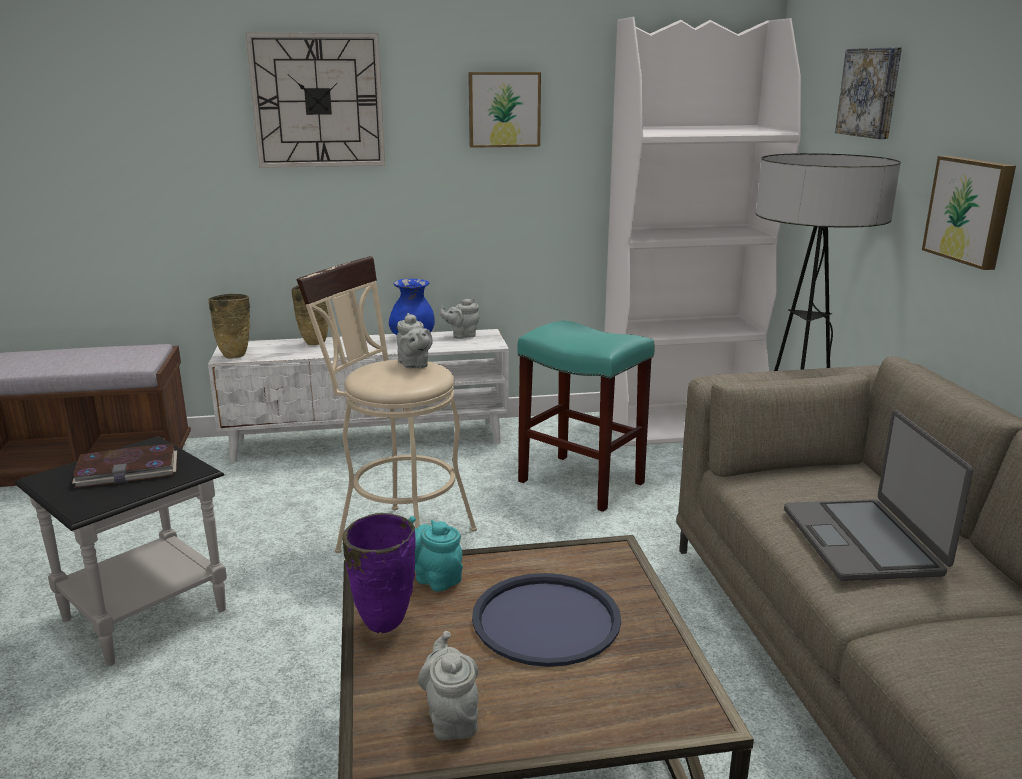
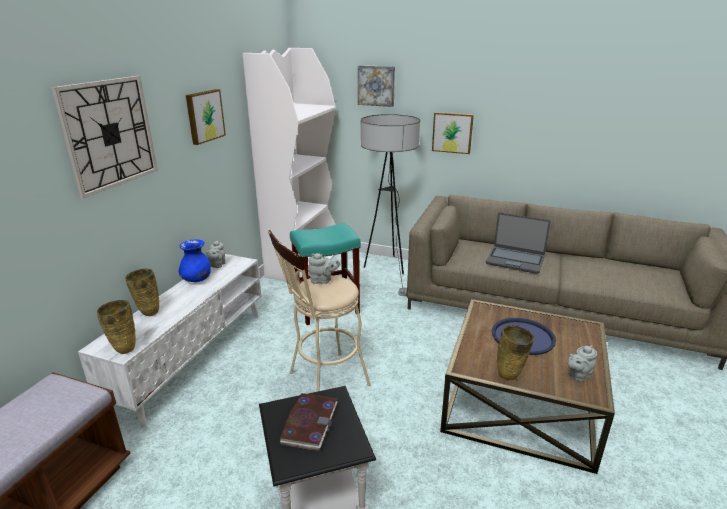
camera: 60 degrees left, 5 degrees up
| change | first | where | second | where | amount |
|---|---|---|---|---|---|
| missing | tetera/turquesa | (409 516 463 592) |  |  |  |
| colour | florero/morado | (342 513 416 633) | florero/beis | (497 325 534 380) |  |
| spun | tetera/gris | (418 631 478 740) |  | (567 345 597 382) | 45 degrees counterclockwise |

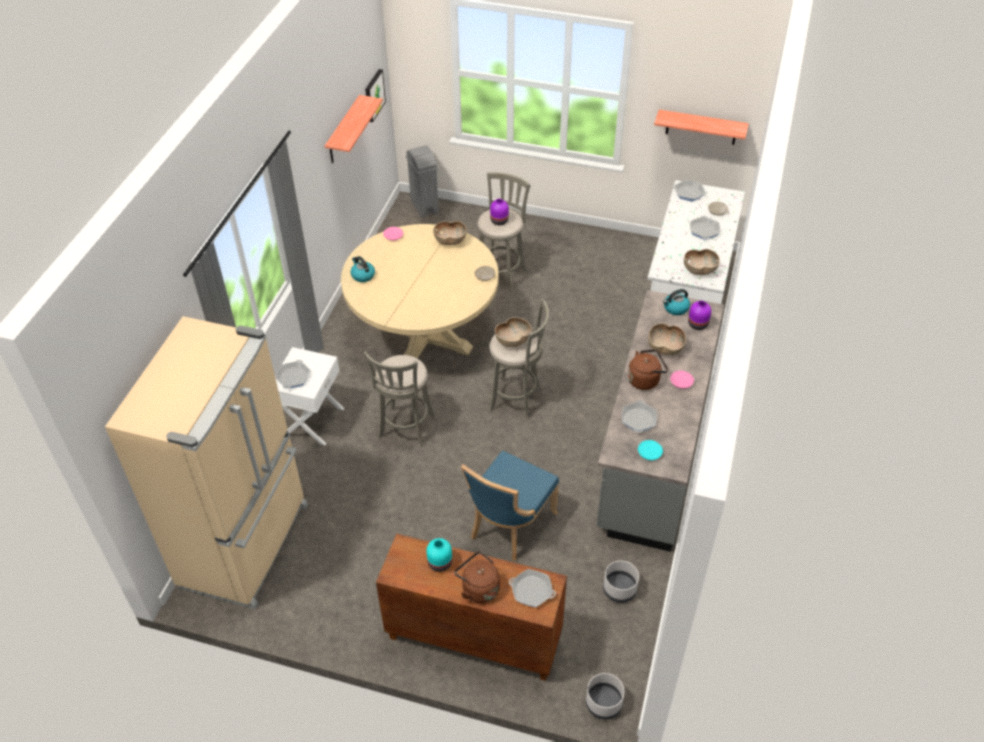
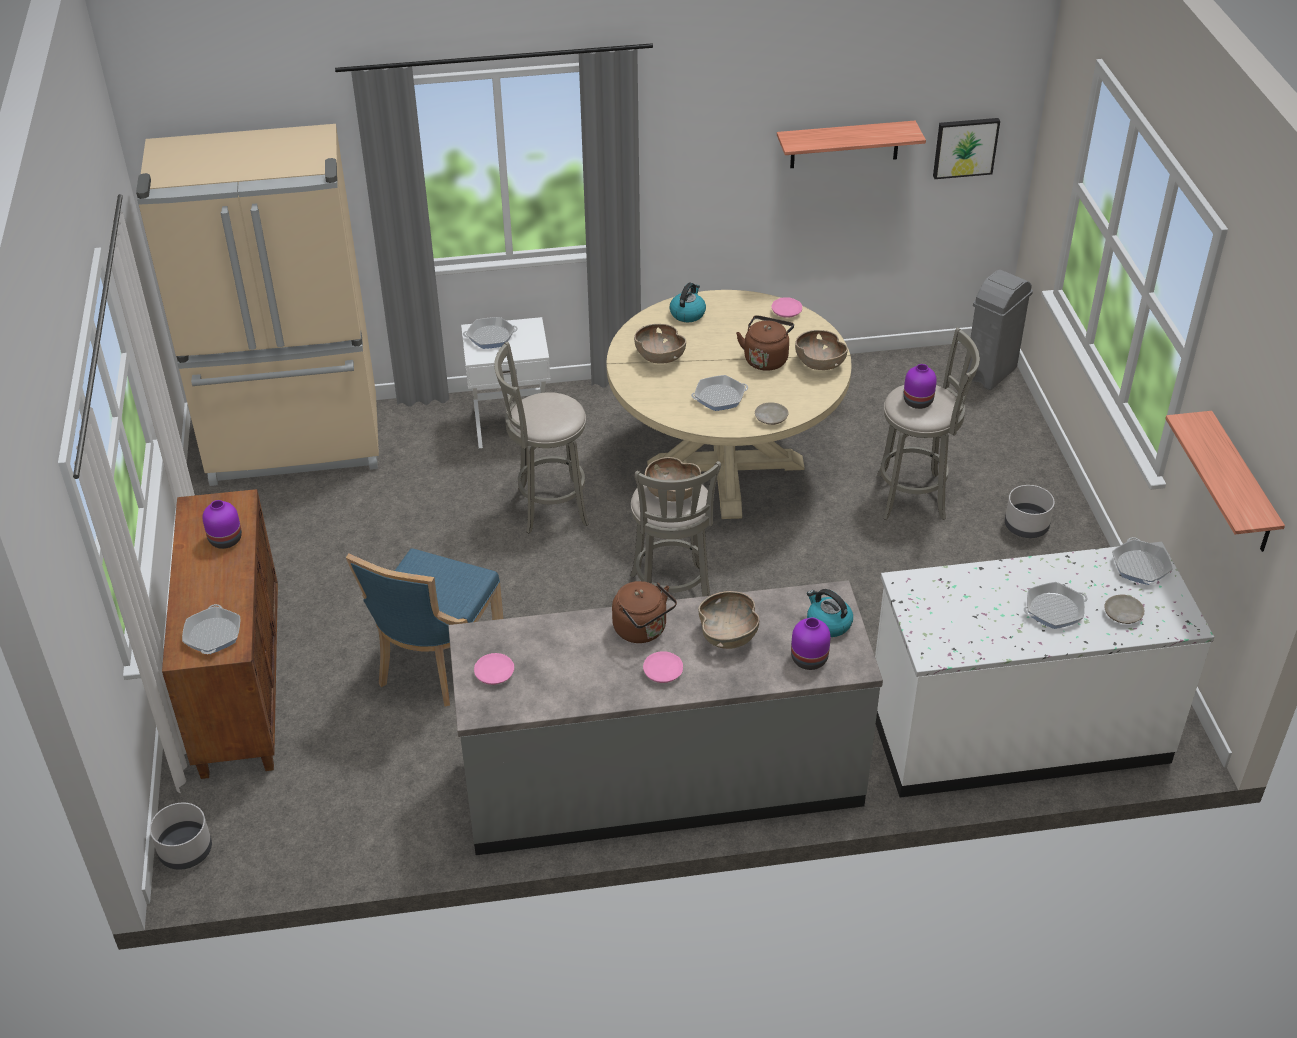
camera: 65 degrees right, 5 degrees down
| change | first | where | second | where | amount |
|---|---|---|---|---|---|
| relocated | hervidor/marrón | (455 551 500 603) |  | (736 315 794 371) |  |
| relocated | maceta/gris | (603 561 639 603) |  | (1005 485 1055 538) |  |
| relocated | sartén | (622 400 657 433) |  | (691 375 748 411) |  |
| relocated | cuenco/marrón | (684 249 720 275) |  | (634 324 686 363) |  |
| colour | florero/turquesa | (426 538 452 572) | florero/morado | (202 500 242 549) |  |
| colour | plato/turquesa | (638 440 663 460) | plato/rosa | (474 653 514 685) |  |
| spun | silla/azul | (461 451 559 561) |  | (346 548 503 706) | 75 degrees counterclockwise |

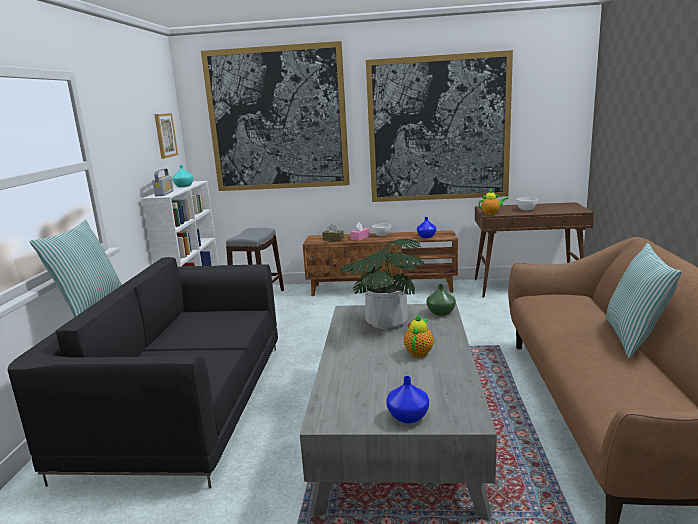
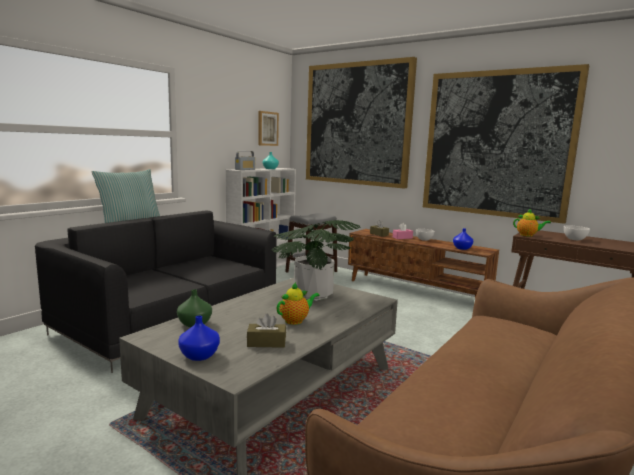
camera: 30 degrees right, 5 degrees down
| change | first | where | second | where | amount |
|---|---|---|---|---|---|
| missing | cojín | (605 243 682 359) |  |  |  |
| appeared |  |  | caja de pañuelos/marrón | (247 314 286 348) |  |
| relocated | florero/verde | (426 284 456 316) |  | (177 289 212 327) |  |

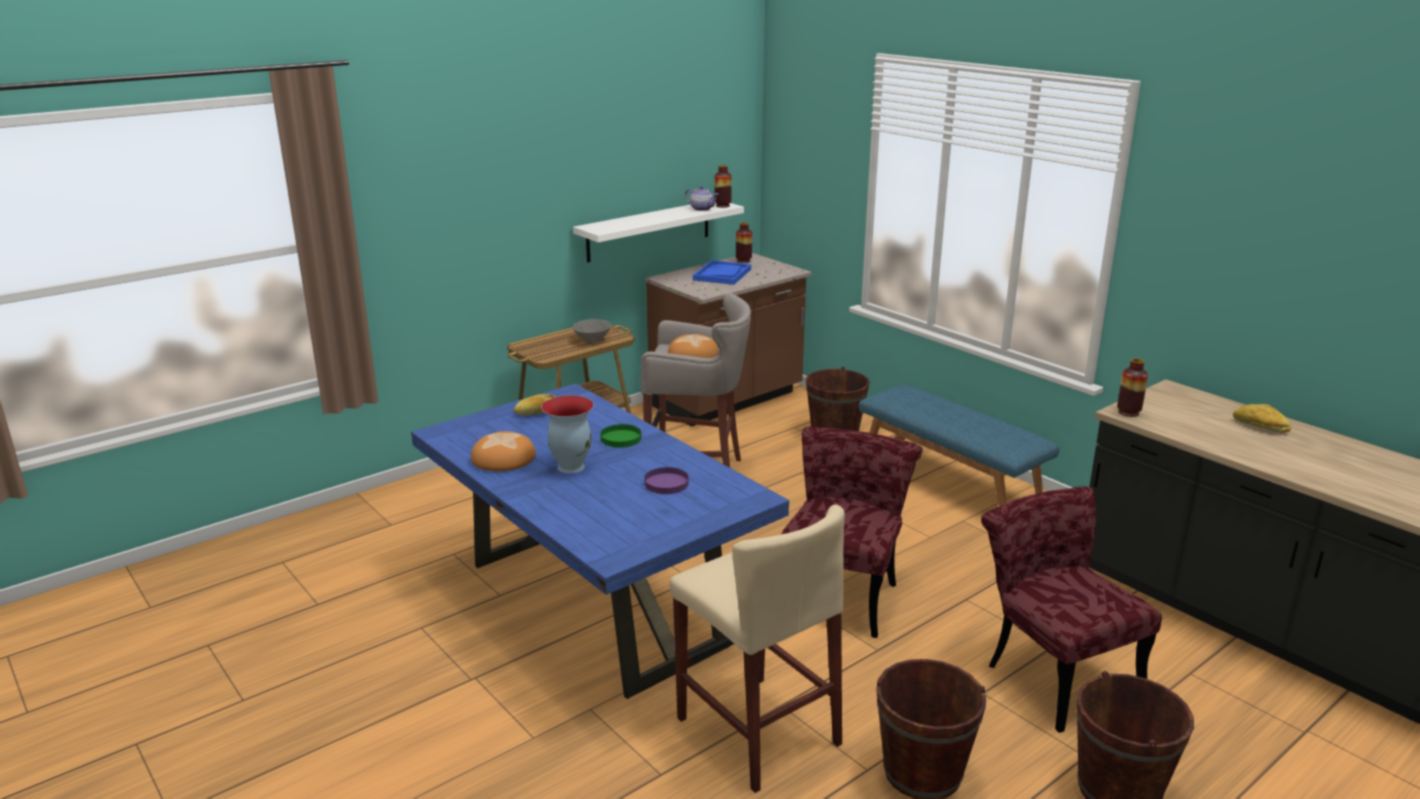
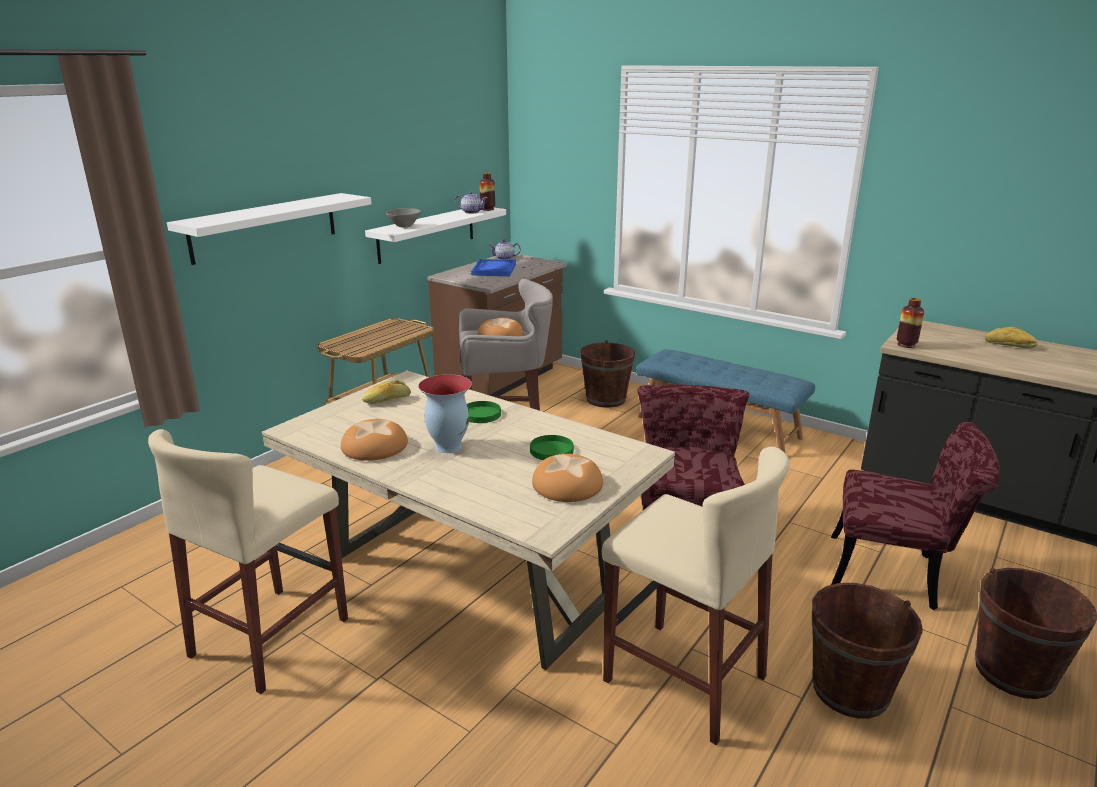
camera: 15 degrees left, 0 degrees up
| change | first | where | second | where | amount |
|---|---|---|---|---|---|
| appeared |  |  | taburete/beis | (148 429 348 694) |  |
| appeared |  |  | estante/blanco | (167 193 372 265) |  |
| appeared |  |  | pan | (532 454 603 502) |  |
| relocated | cuenco/gris | (573 319 611 343) |  | (386 208 421 227) |  |
| exchanged | florero | (736 222 752 263) | tetera | (488 239 521 260) |  |
| colour | mesa de comedor/azul | (411 384 789 699) | mesa de comedor/beis | (262 371 675 670) |  |
| colour | plato/morado | (644 467 689 494) | plato/verde | (530 435 574 460) |  |
| spun | silla/rojo | (981 486 1162 733) |  | (831 422 1000 610) | 150 degrees clockwise |

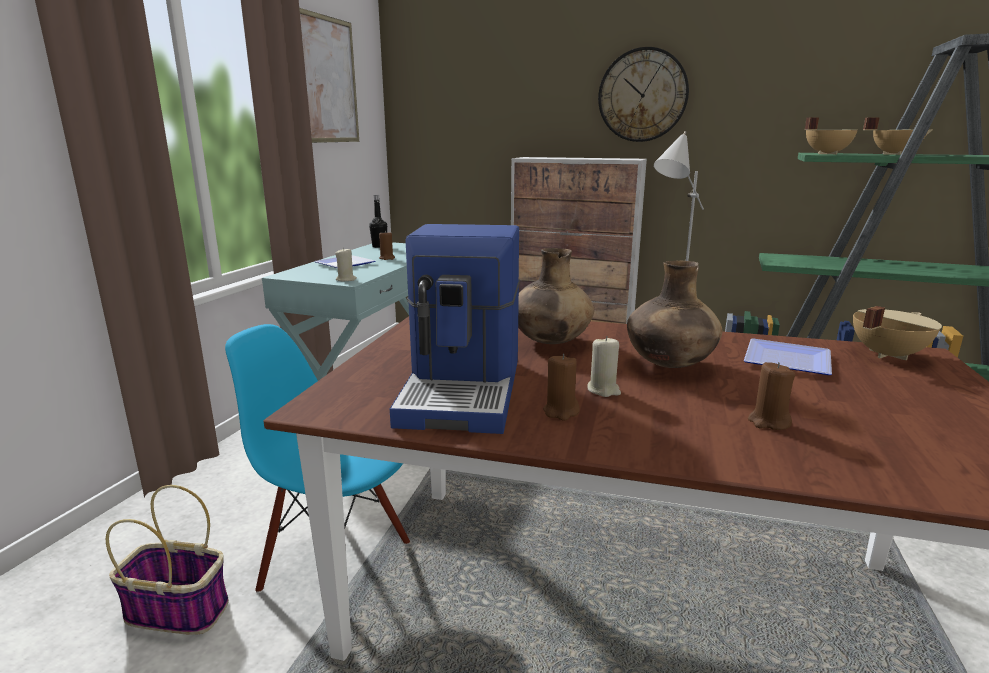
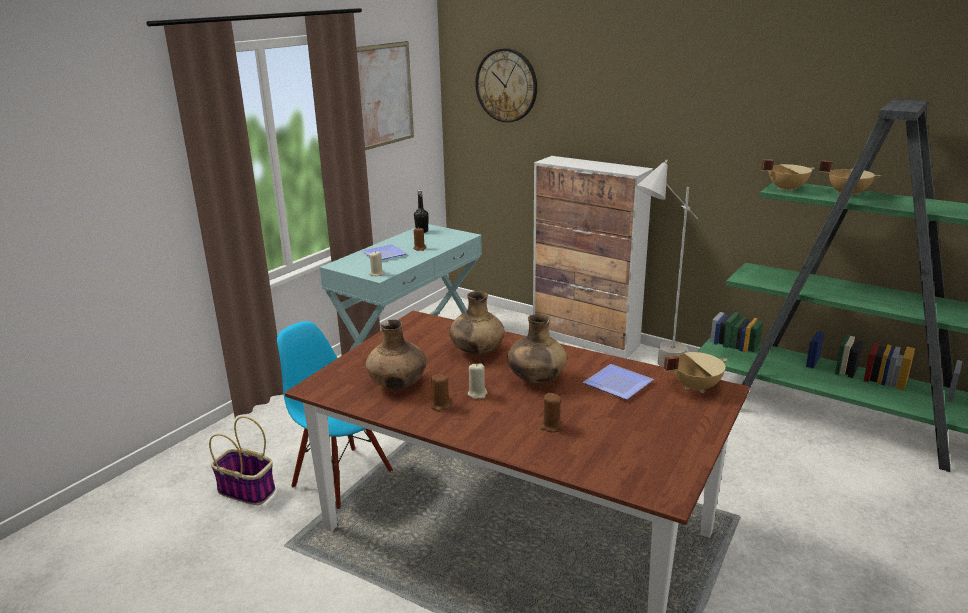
camera: 15 degrees right, 5 degrees up
| change | first | where | second | where | amount |
|---|---|---|---|---|---|
| relocated | reloj de pared | (598 47 689 142) |  | (475 48 537 123) |  |
| exchanged | cafetera | (390 224 520 434) | florero/marrón | (366 319 427 389) |  |

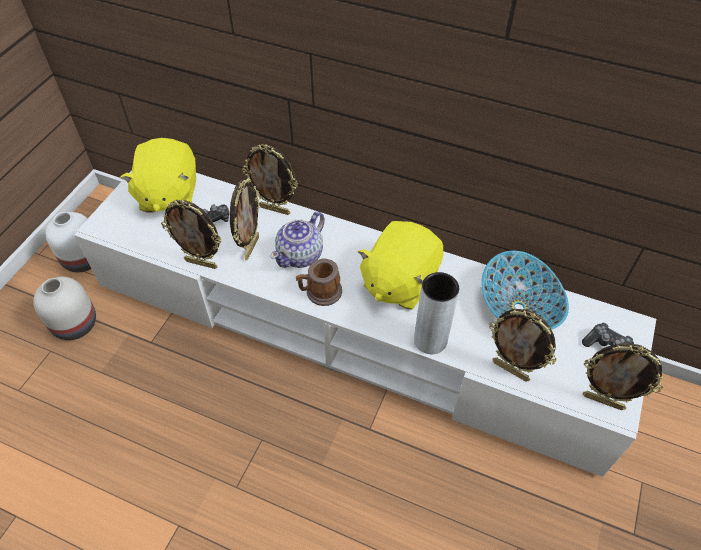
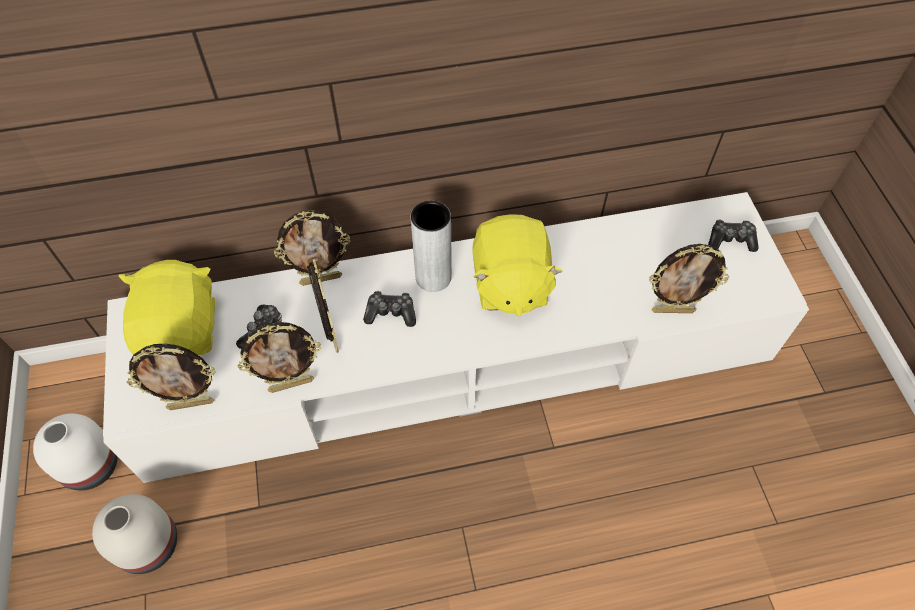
camera: 35 degrees left, 5 degrees up
| change | first | where | second | where | amount |
|---|---|---|---|---|---|
| missing | taza grande | (296 259 342 306) |  |  |  |
| missing | cuenco | (481 251 569 330) |  |  |  |
| relocated | florero/gris | (414 272 459 354) |  | (411 201 452 292) |  |
| relocated | portarretratos | (582 343 663 410) |  | (127 344 215 410) |  |
| exchanged | tetera | (270 212 325 268) | mando de consola | (363 291 416 327) |  |
| spun | peluche/amarillo | (120 138 196 212) |  | (119 260 215 355) | 150 degrees counterclockwise |

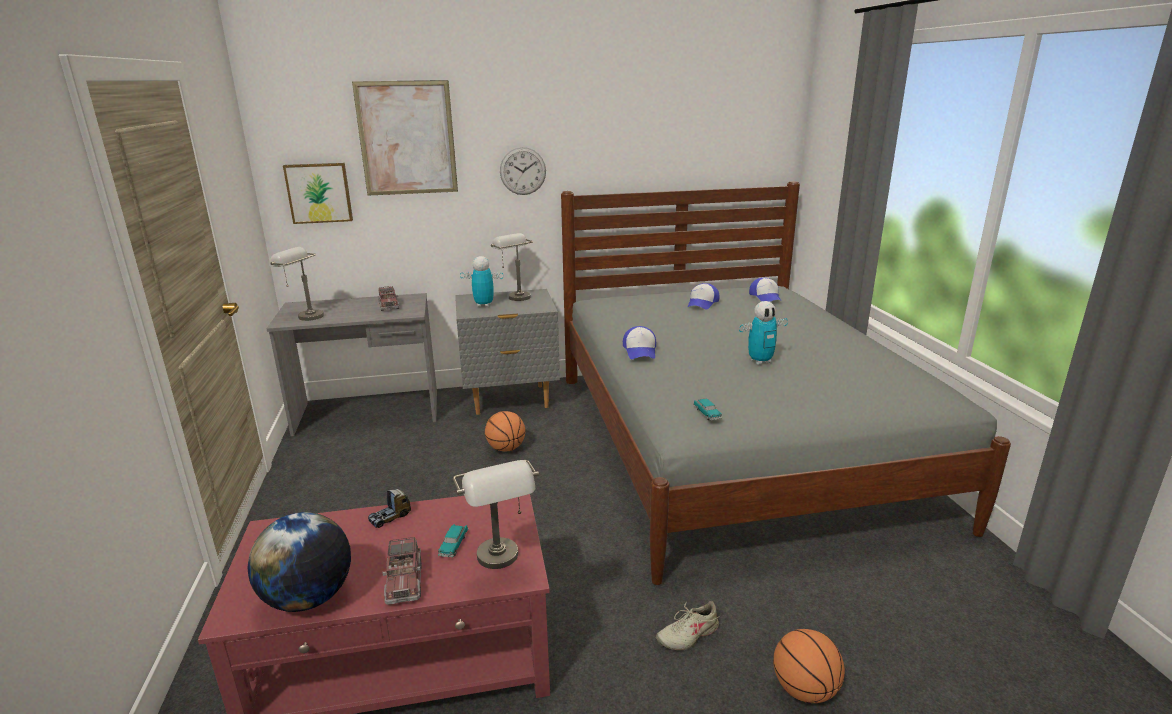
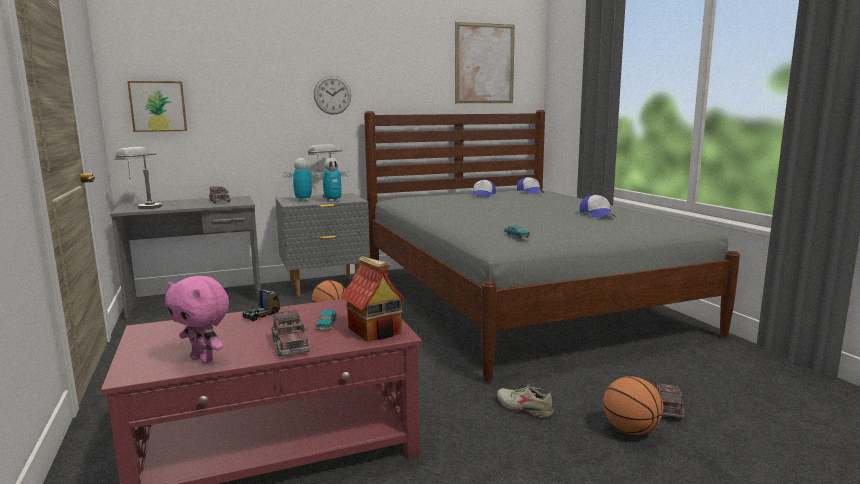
camera: 10 degrees left, 10 degrees down
| change | first | where | second | where | amount |
|---|---|---|---|---|---|
| appeared |  |  | camión de juguete | (656 384 684 418) |  |
| relocated | cuadro | (352 80 458 196) |  | (455 22 515 103) |  |
| relocated | gorra | (623 326 656 359) |  | (579 195 616 218) |  |
| relocated | robot de juguete | (739 301 788 365) |  | (314 158 350 202) |  |
| exchanged | globo terráqueo | (247 512 351 612) | peluche/rosa | (165 276 229 364) |  |
| exchanged | lámpara de mesa/gris | (453 460 539 569) | casita | (341 256 406 342) |  |
| spun | zapato/beis | (656 601 720 650) |  | (497 385 553 418) | 75 degrees clockwise |

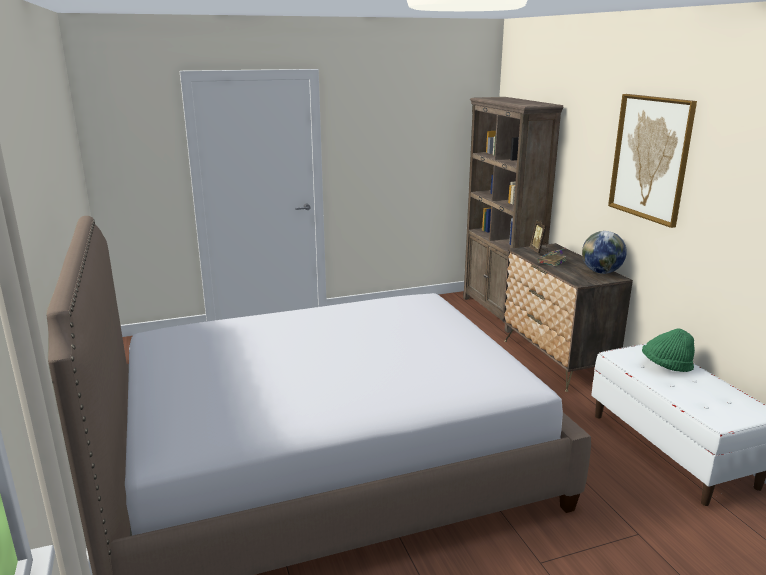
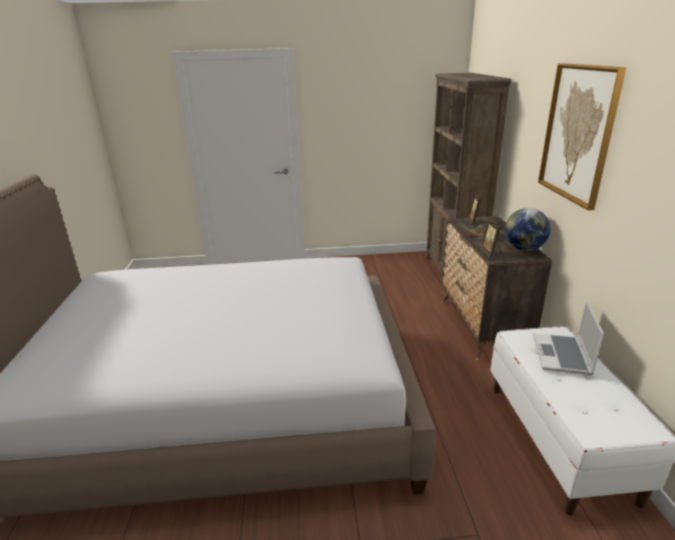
camera: 15 degrees right, 5 degrees up
| change | first | where | second | where | amount |
|---|---|---|---|---|---|
| appeared |  |  | portarretratos | (481 219 501 257) |  |
| exchanged | sombrero/verde | (642 328 695 372) | portátil | (533 301 604 375) |  |

